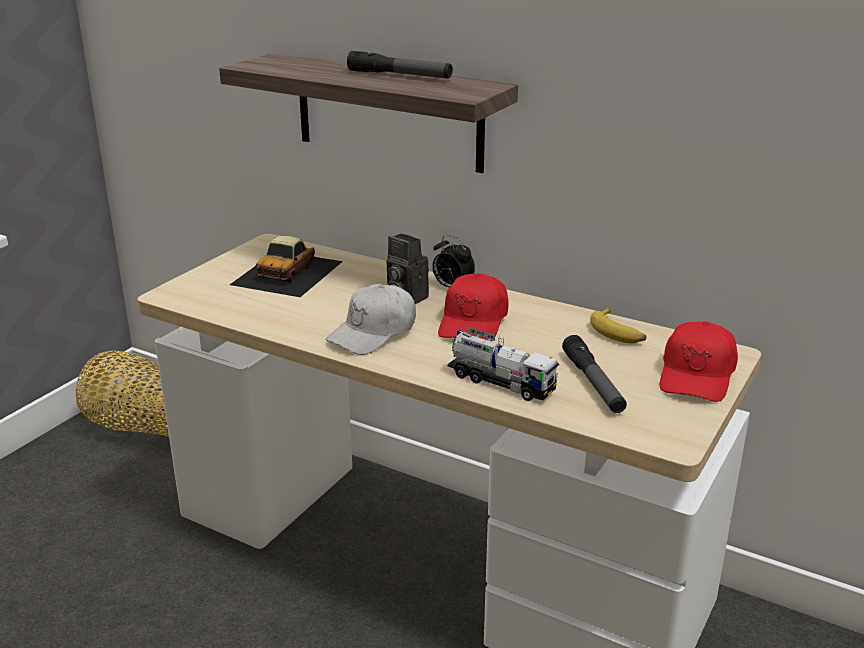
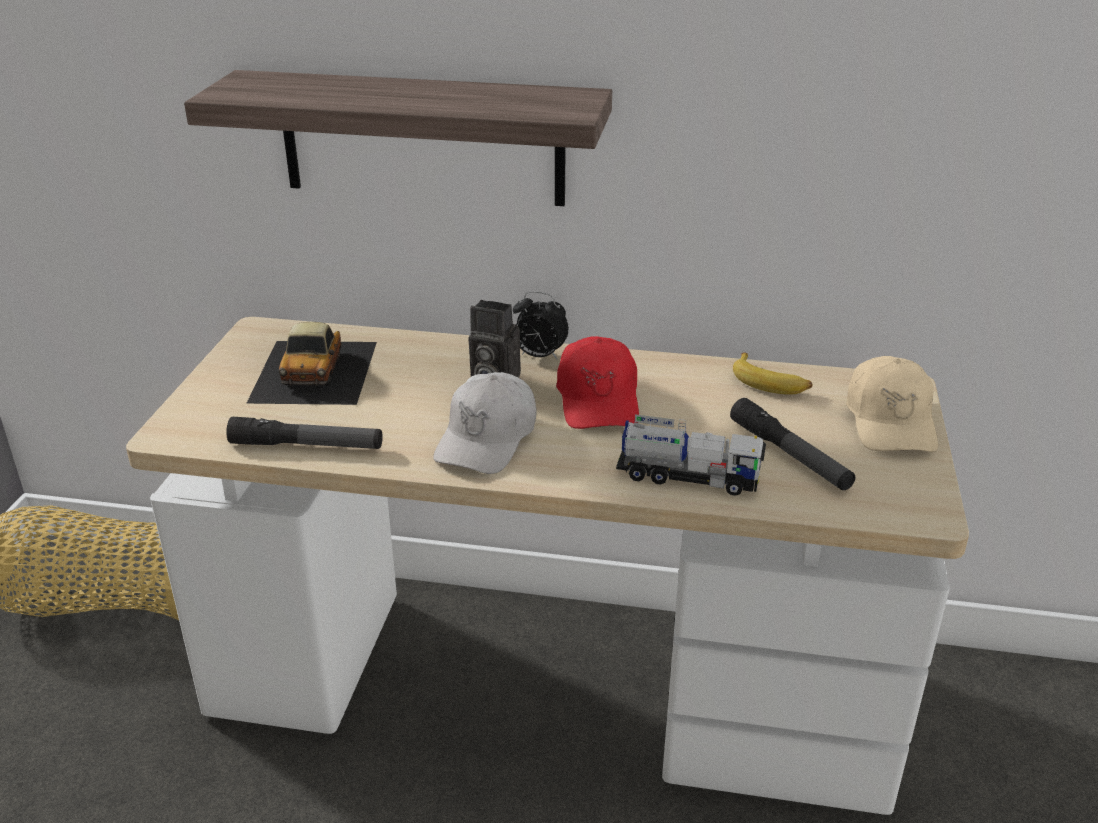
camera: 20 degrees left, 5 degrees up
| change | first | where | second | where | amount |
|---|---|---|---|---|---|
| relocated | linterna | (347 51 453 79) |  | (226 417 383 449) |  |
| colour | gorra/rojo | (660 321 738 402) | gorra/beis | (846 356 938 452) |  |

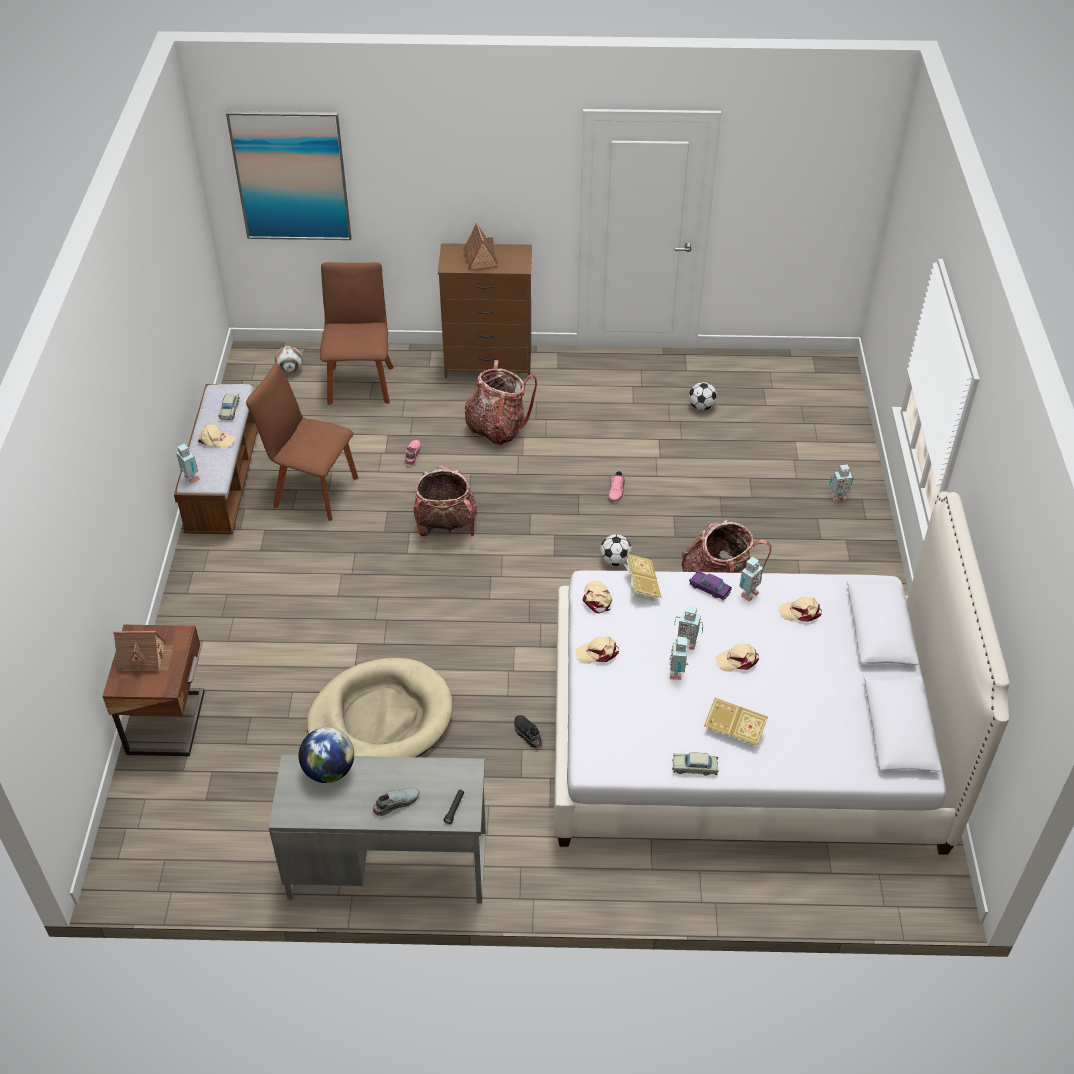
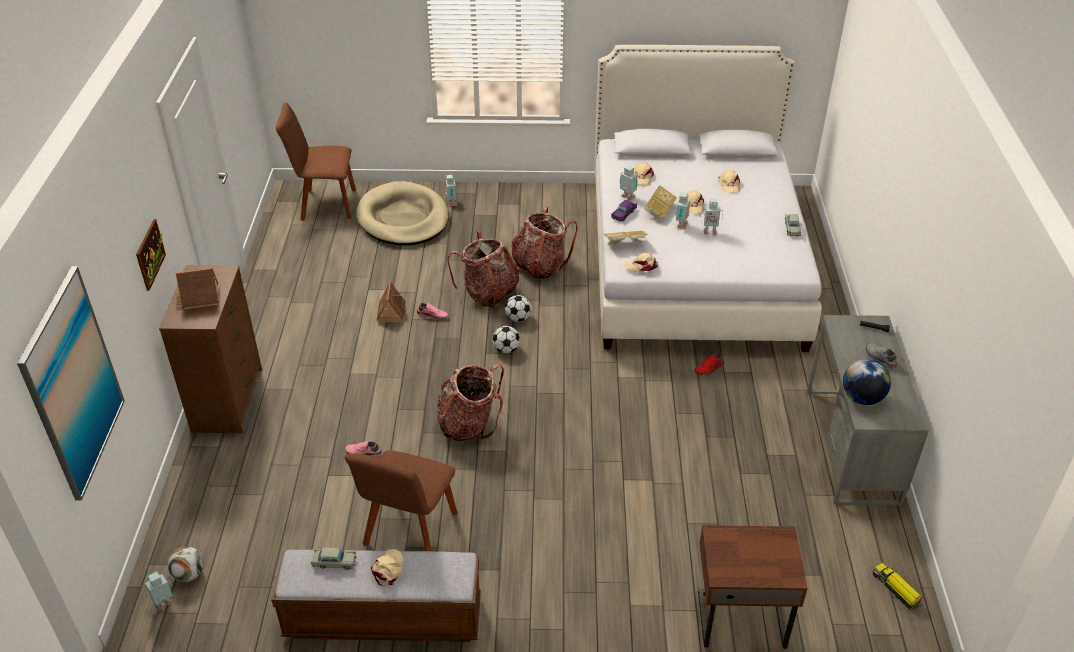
camera: 90 degrees left, 5 degrees down
| change | first | where | second | where | amount |
|---|---|---|---|---|---|
| appeared |  |  | cuadro | (136 219 166 291) |  |
| appeared |  |  | camión de juguete | (873 563 922 610) |  |
| relocated | casita | (113 631 173 674) |  | (376 281 406 322) |  |
| relocated | robot de juguete | (176 444 200 484) |  | (144 571 173 611) |  |
| relocated | cama para perro/beis | (307 658 453 757) |  | (356 181 449 246) |  |
| relocated | silla/marrón | (320 262 394 405) |  | (276 102 356 221) |  |
| relocated | mochila | (465 360 537 446) |  | (448 230 519 307) |  |
| relocated | gorra/beis | (575 637 619 664) |  | (718 170 740 193) |  |
| relocated | balón de fútbol | (689 382 717 410) |  | (492 326 520 353) |  |
| relocated | libro | (704 698 768 746) |  | (644 185 677 221) |  |
| colour | zapato/negro | (514 715 543 748) | zapato/rojo | (694 353 724 376) |  |

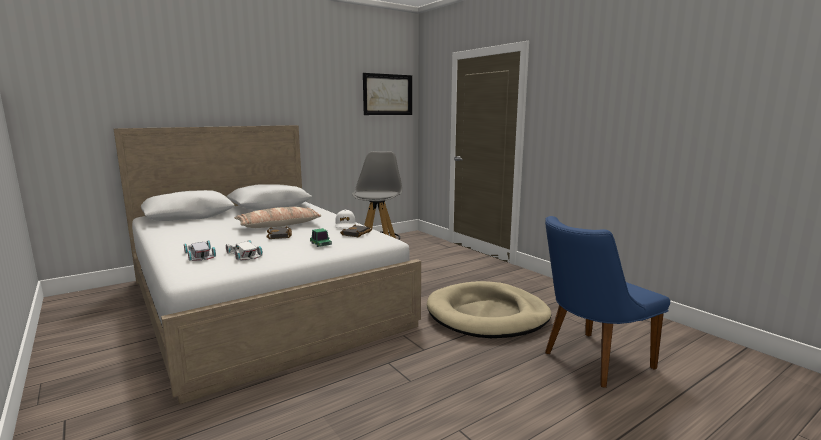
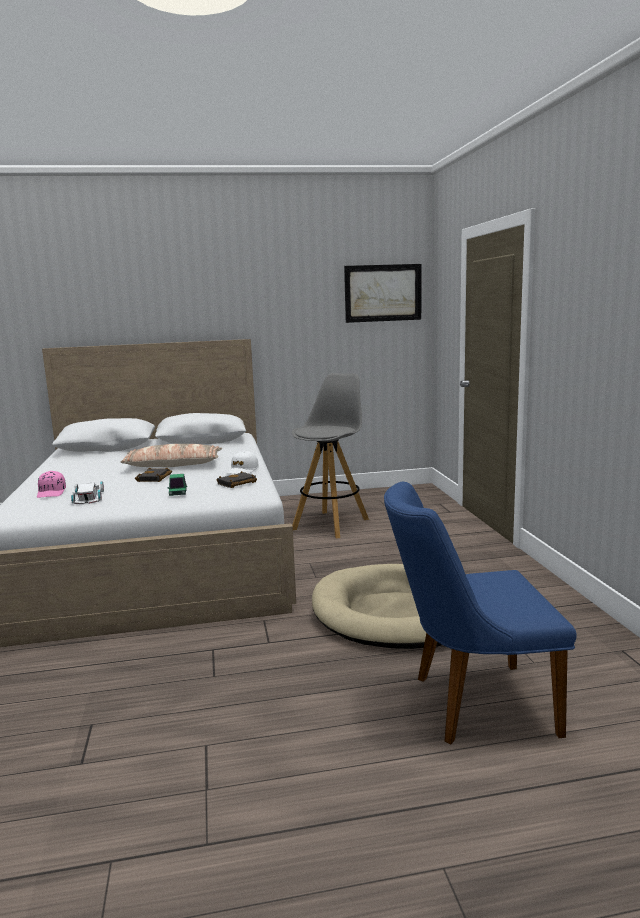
camera: 25 degrees right, 0 degrees up
| change | first | where | second | where | amount |
|---|---|---|---|---|---|
| exchanged | coche de juguete/blanco | (184 241 216 261) | gorra/rosa | (37 471 66 498) |  |

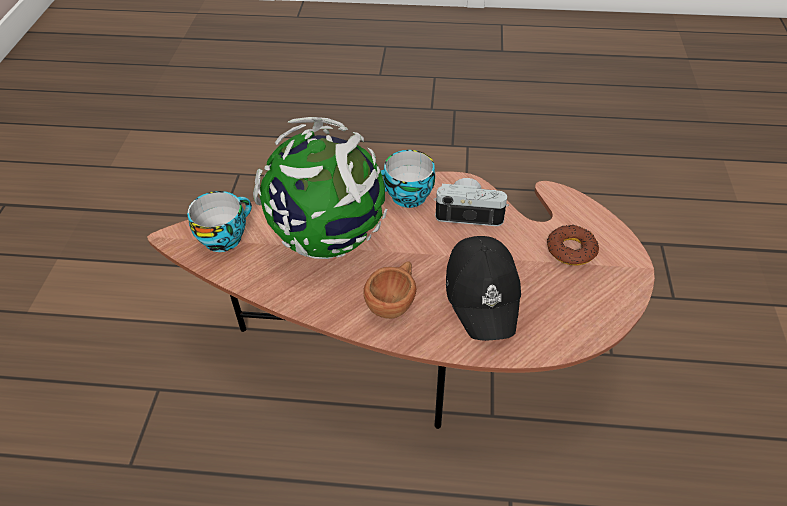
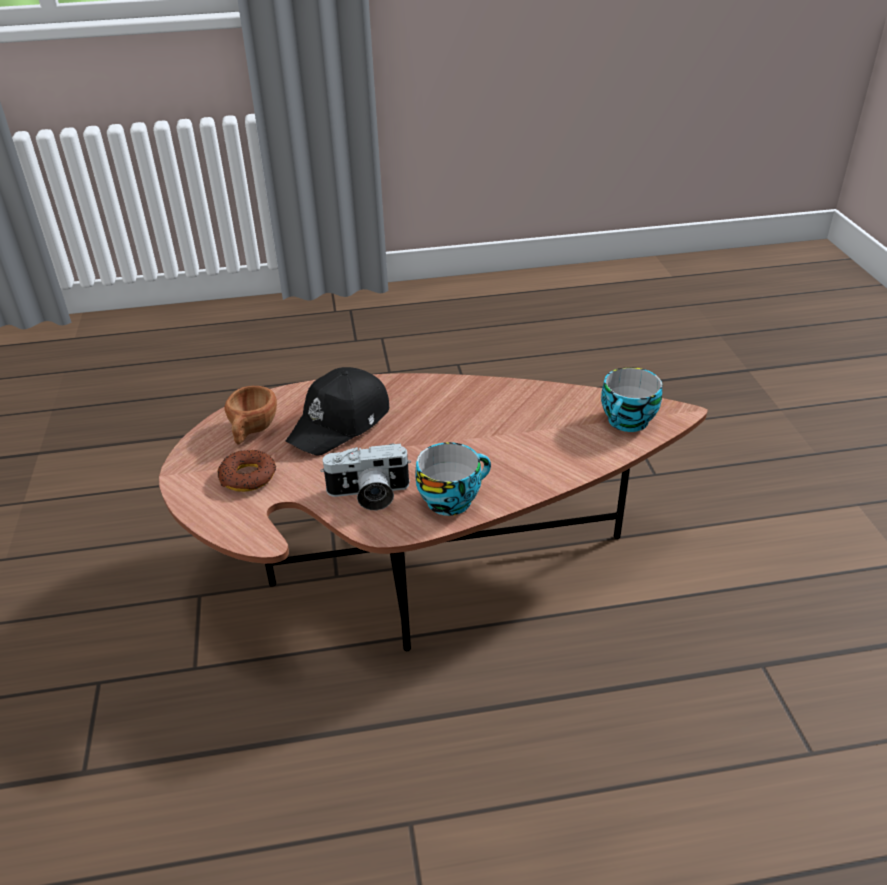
camera: 165 degrees right, 10 degrees down
| change | first | where | second | where | amount |
|---|---|---|---|---|---|
| missing | globo terráqueo | (253 117 387 259) |  |  |  |
| relocated | taza/marrón | (363 261 417 319) |  | (224 386 277 445) |  |
| spun | gorra/negro | (446 236 521 341) |  | (286 367 389 456) | 120 degrees counterclockwise |

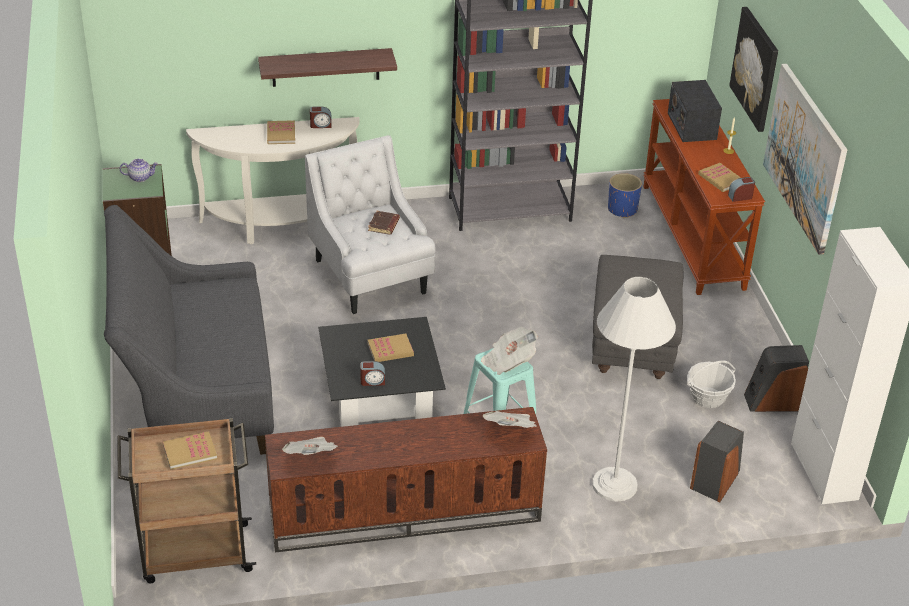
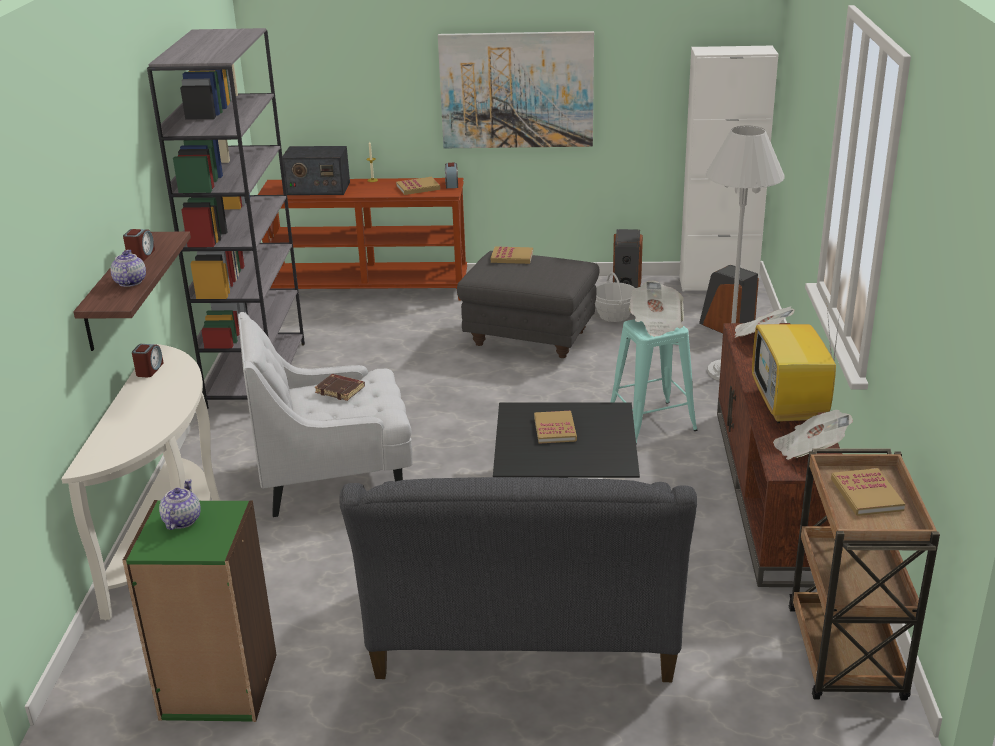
camera: 75 degrees left, 10 degrees down
| change | first | where | second | where | amount |
|---|---|---|---|---|---|
| missing | maceta/azul | (608 173 642 218) |  |  |  |
| missing | cuadro | (729 7 778 132) |  |  |  |
| appeared |  |  | tetera | (110 250 146 287) |  |
| appeared |  |  | televisor | (752 297 840 423) |  |
| relocated | libro | (267 120 295 144) |  | (491 247 533 264) |  |
| relocated | despertador | (360 361 385 386) |  | (123 229 155 261) |  |

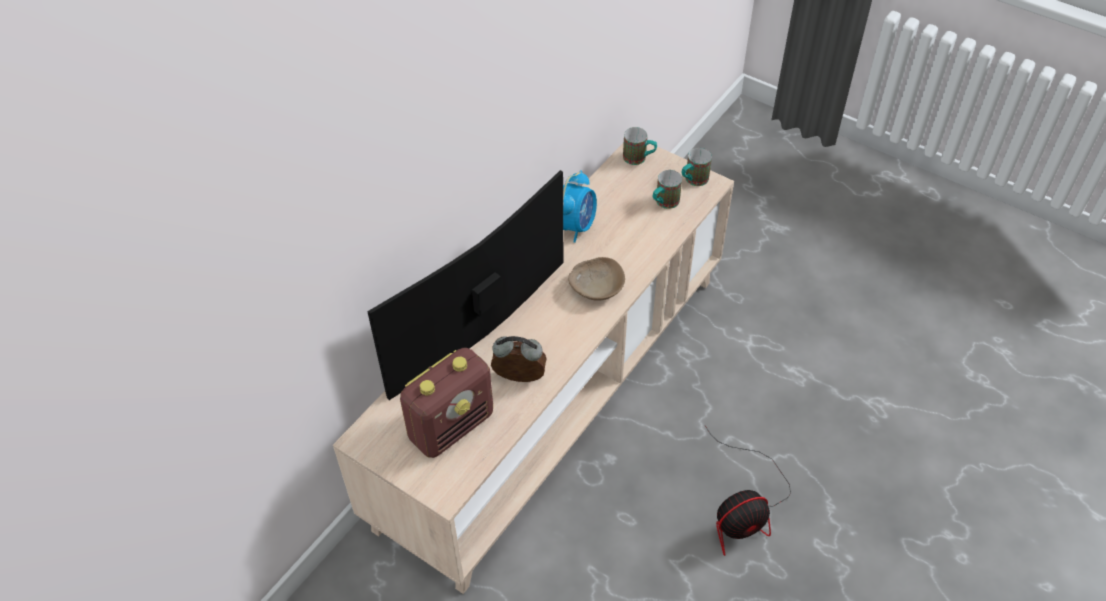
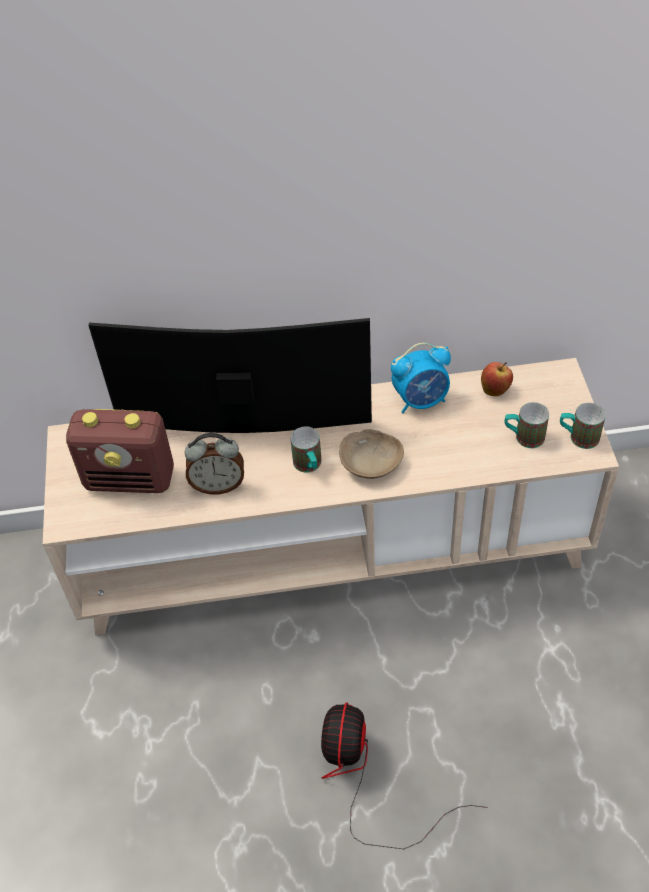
camera: 50 degrees right, 0 degrees up
| change | first | where | second | where | amount |
|---|---|---|---|---|---|
| appeared |  |  | manzana | (481 362 513 396) |  |
| relocated | taza grande | (623 127 657 165) |  | (290 426 322 473) |  |
| spun | despertador | (491 336 547 382) |  | (185 433 244 494) | 120 degrees clockwise |
| spun | ventilador | (705 426 791 556) |  | (321 703 487 849) | 75 degrees clockwise |

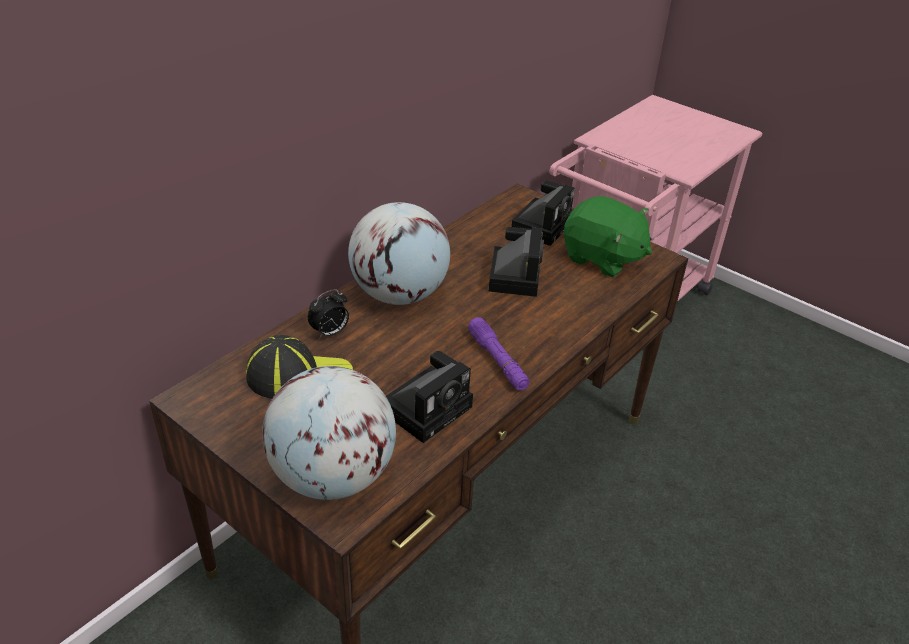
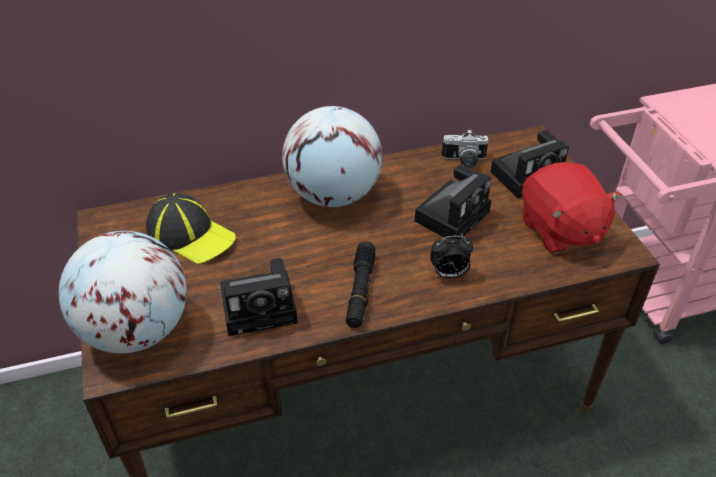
camera: 35 degrees right, 5 degrees up
| change | first | where | second | where | amount |
|---|---|---|---|---|---|
| appeared |  |  | cámara | (441 129 488 168) |  |
| relocated | despertador | (308 289 349 339) |  | (430 236 473 279) |  |
| colour | linterna/morado | (468 317 530 391) | linterna/negro | (346 241 375 328) |  |
| colour | peluche/verde | (564 196 652 277) | peluche/rojo | (522 162 622 254) |  |

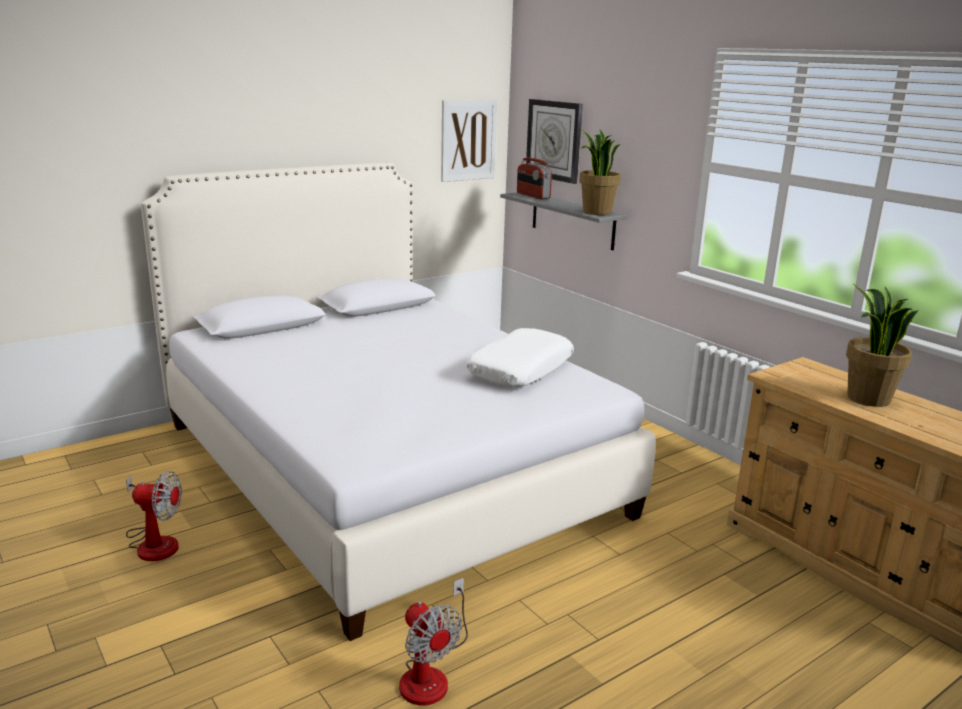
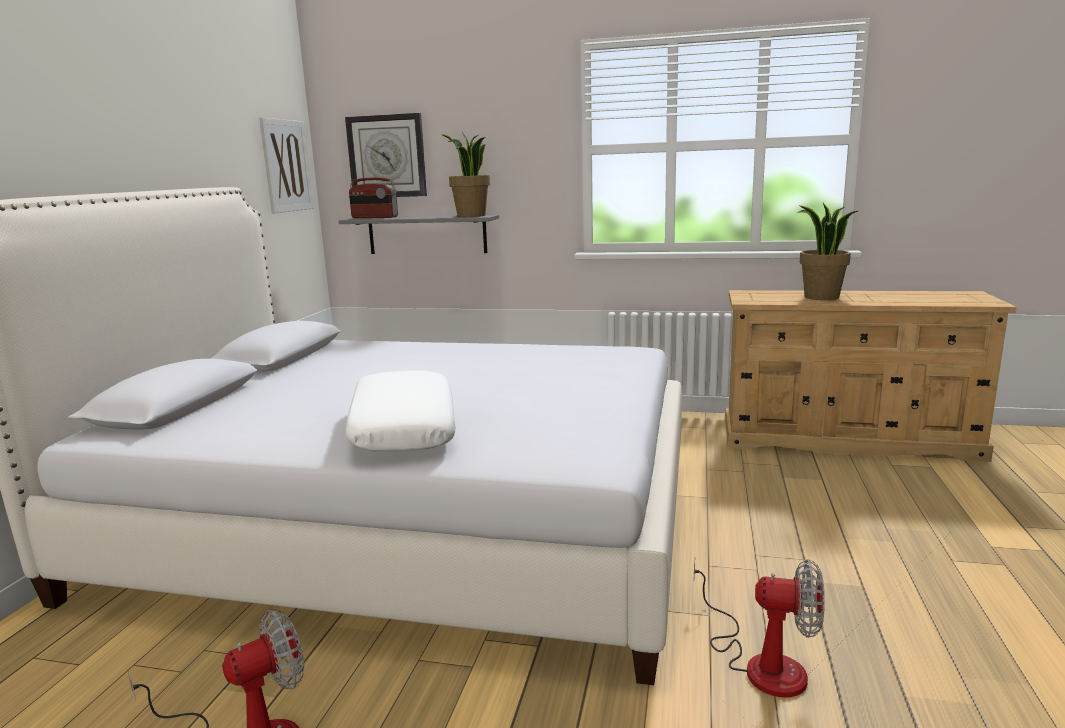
camera: 40 degrees left, 5 degrees down
| change | first | where | second | where | amount |
|---|---|---|---|---|---|
| relocated | cojín/blanco | (466 328 574 387) |  | (345 371 455 451) |  |

